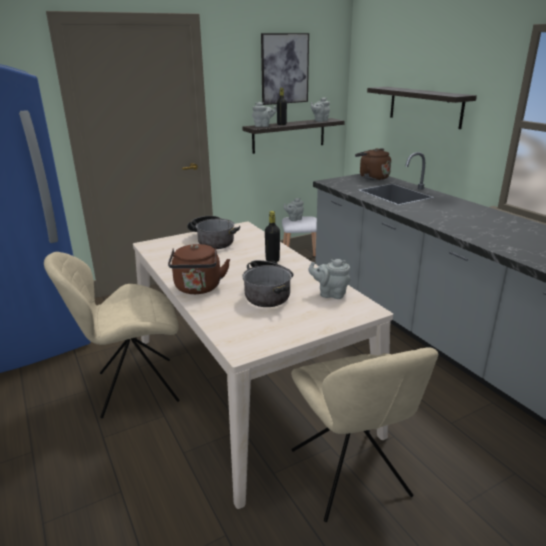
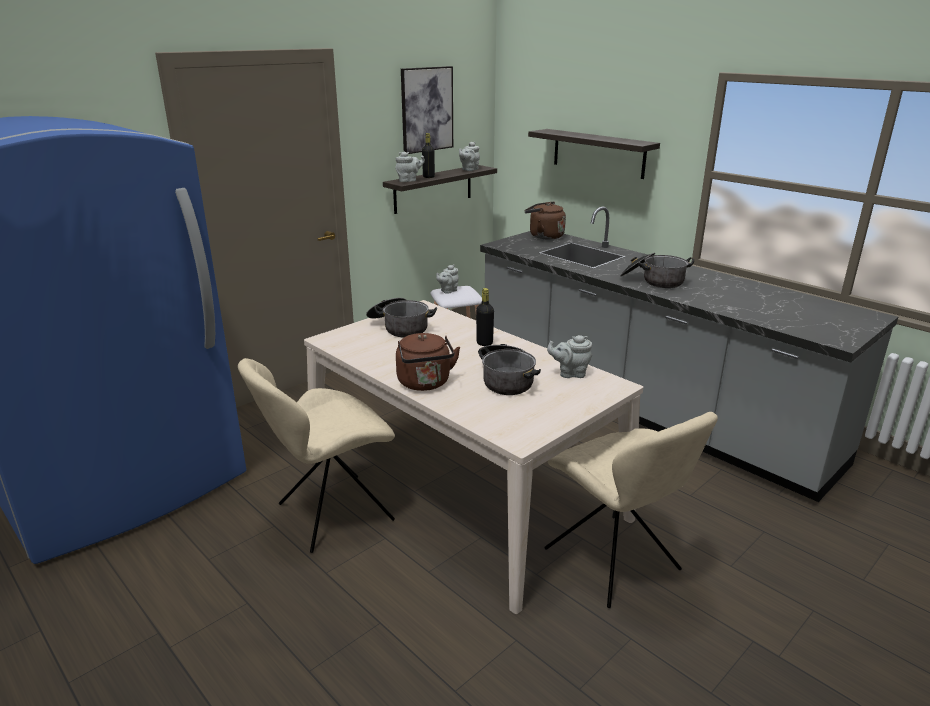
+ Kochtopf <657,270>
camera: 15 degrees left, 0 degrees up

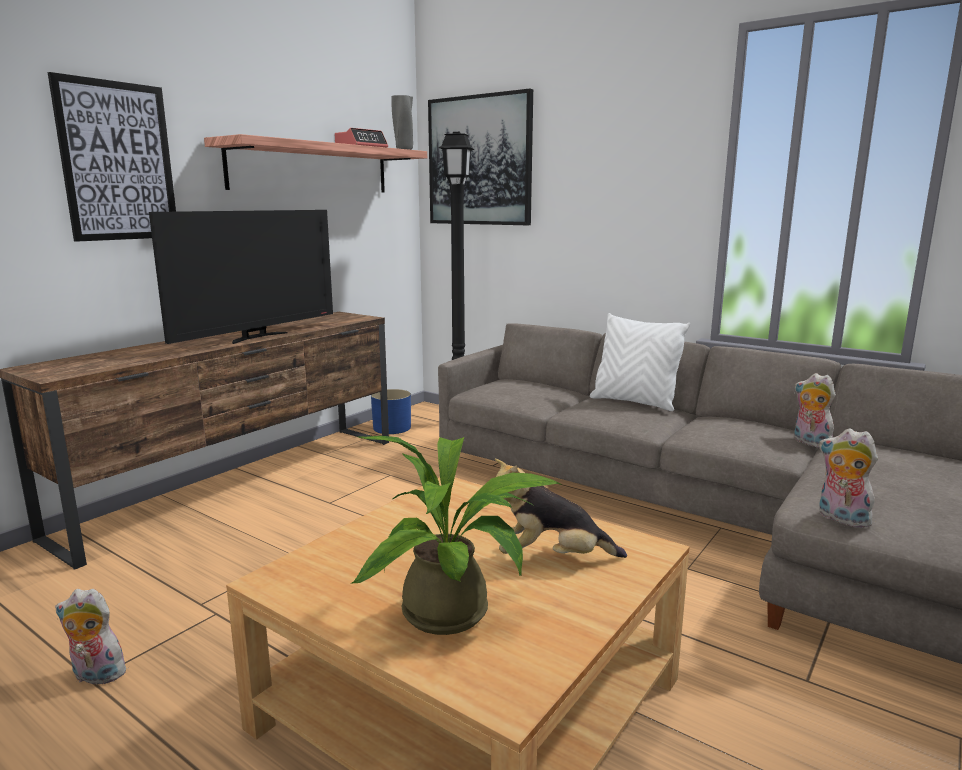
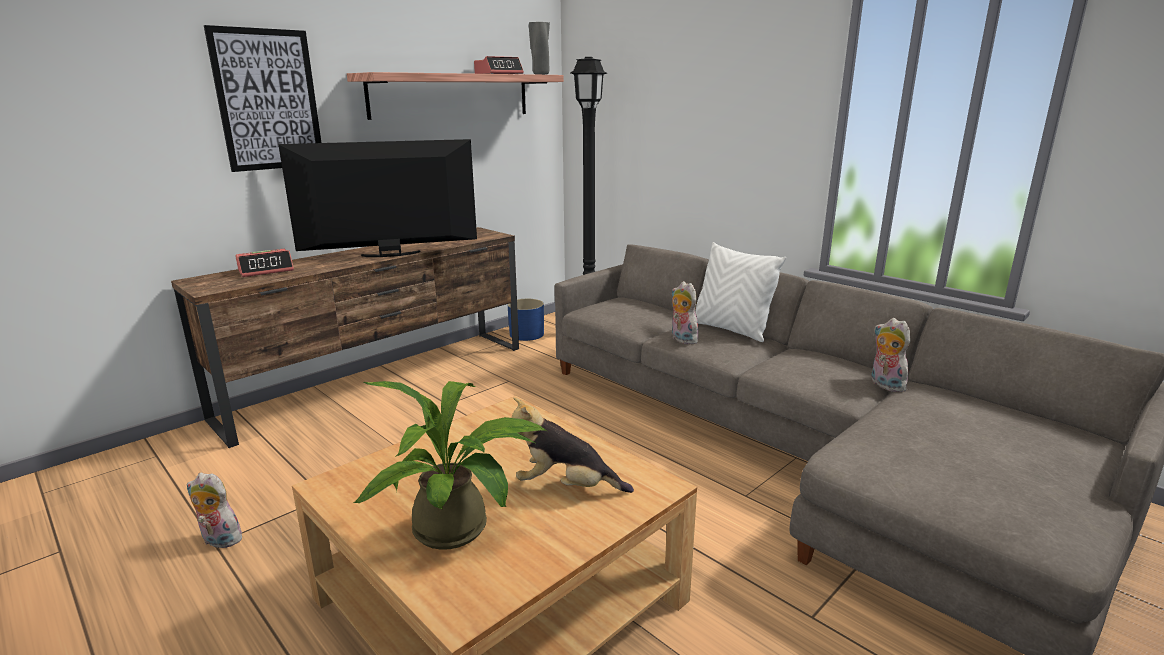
~ Fernseher <241,277> = <377,198> 150 degrees counterclockwise
- Bild <480,157>
~ Plüschtier <848,478> to <686,313>
+ Wecker <264,263>
camera: 10 degrees right, 5 degrees up

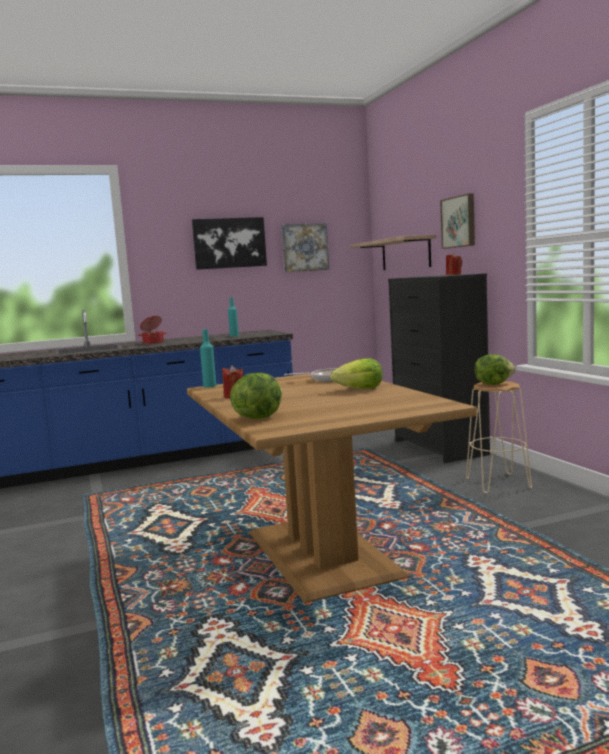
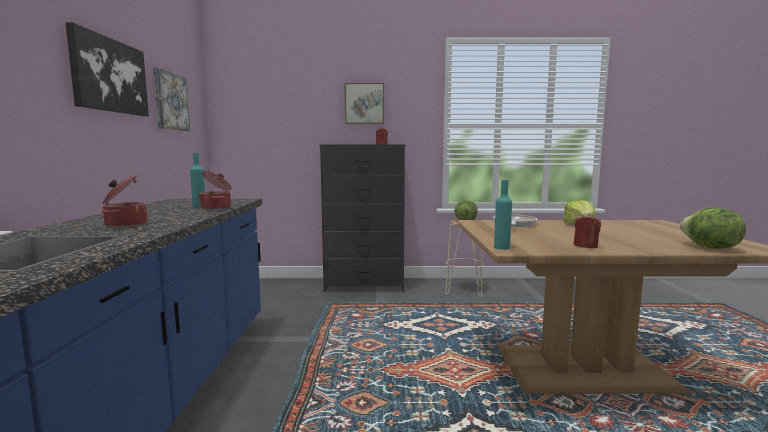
- Wandregal <393,252>
+ Kochtopf <214,190>
camera: 70 degrees left, 0 degrees up

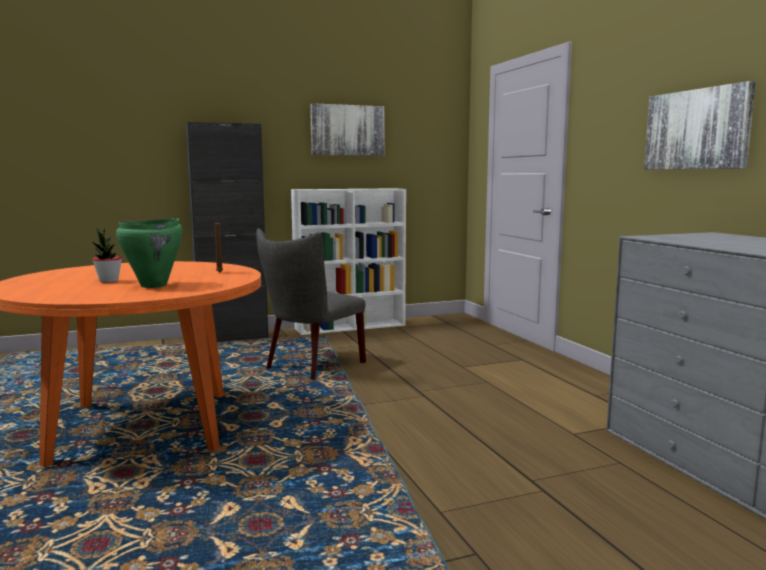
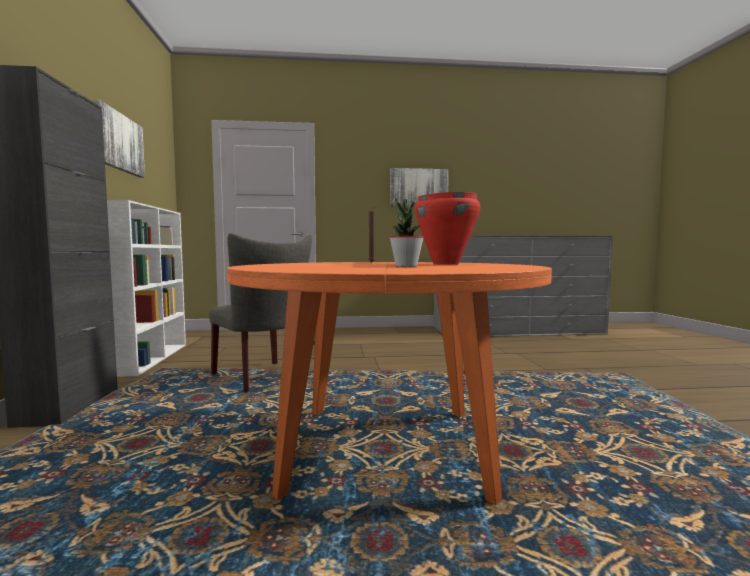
~ Kochtopf/grün <149,253> to Kochtopf/rot <447,228>
camera: 75 degrees left, 5 degrees down

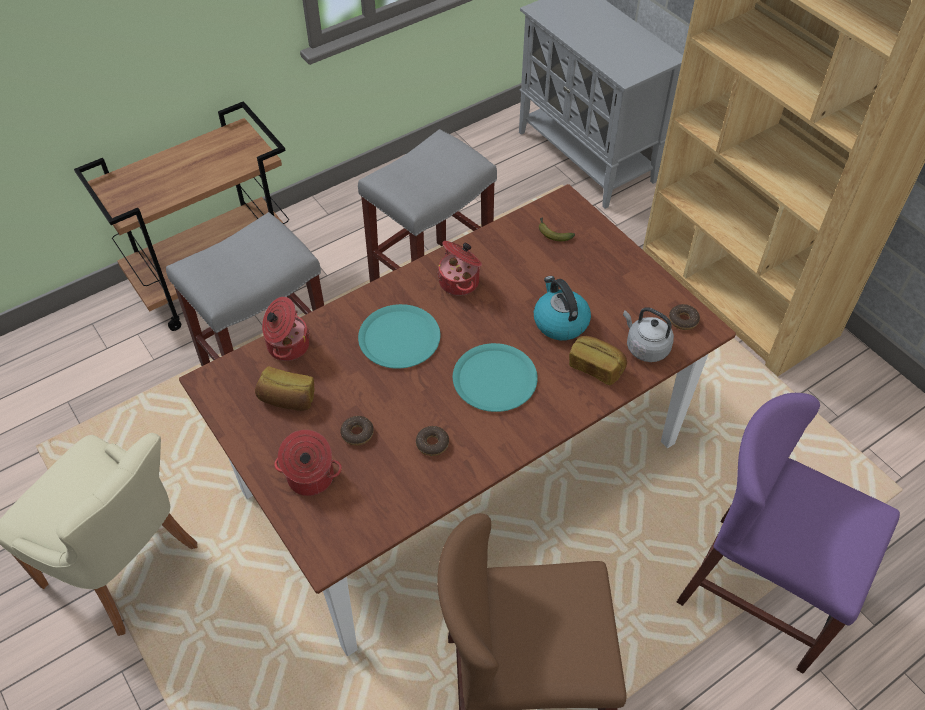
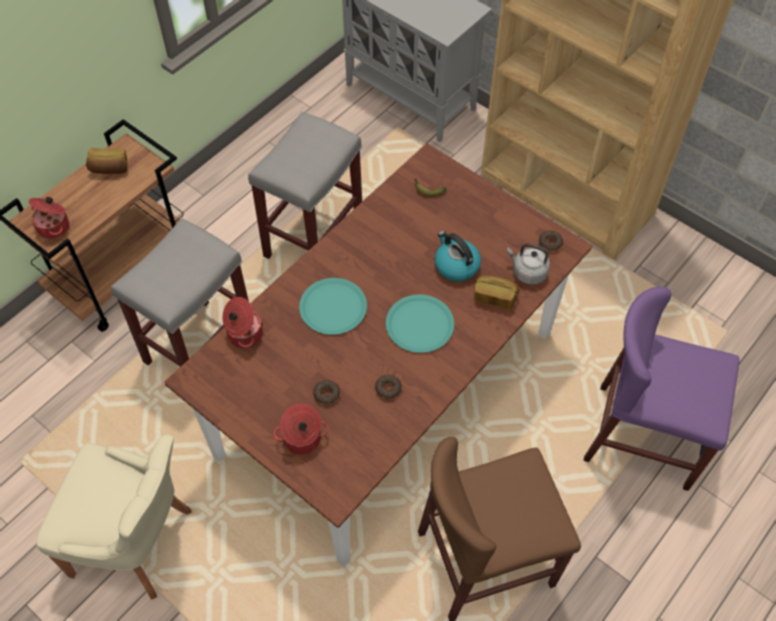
~ Brot <285,388> to <107,161>
~ Kochtopf <459,268> to <48,218>
camera: 15 degrees left, 5 degrees up

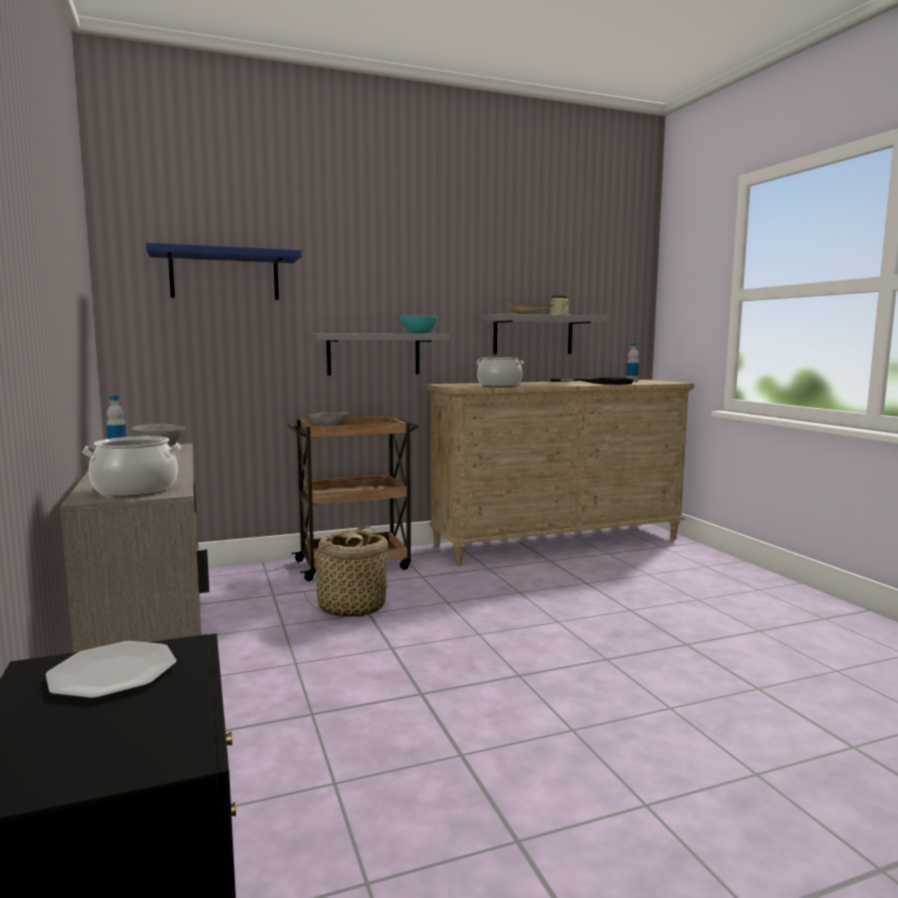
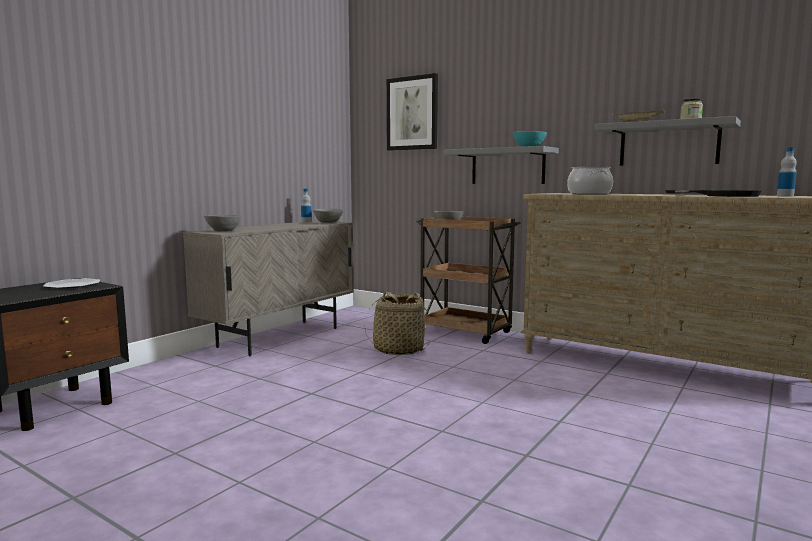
~ Kochtopf <131,466> to Schüssel/grau <222,223>
~ Wandregal/blau <224,271> to Bild <412,112>
camera: 55 degrees right, 0 degrees up

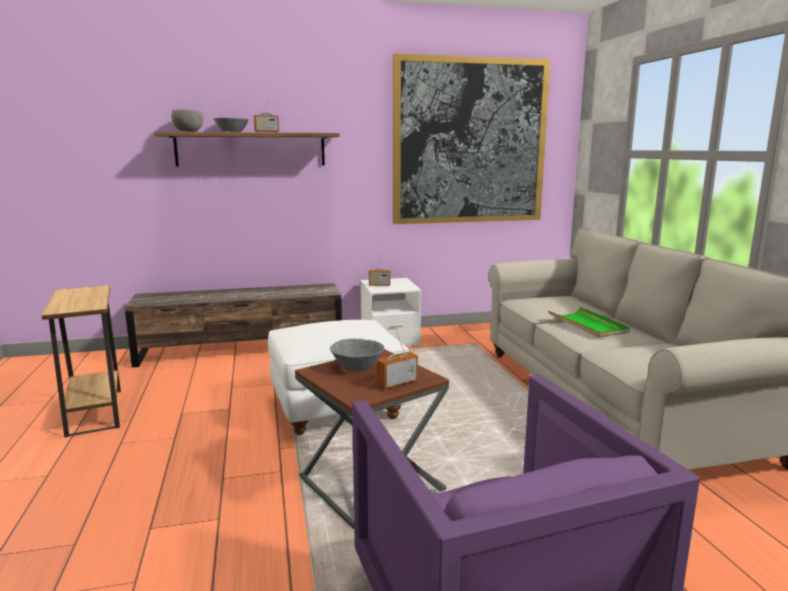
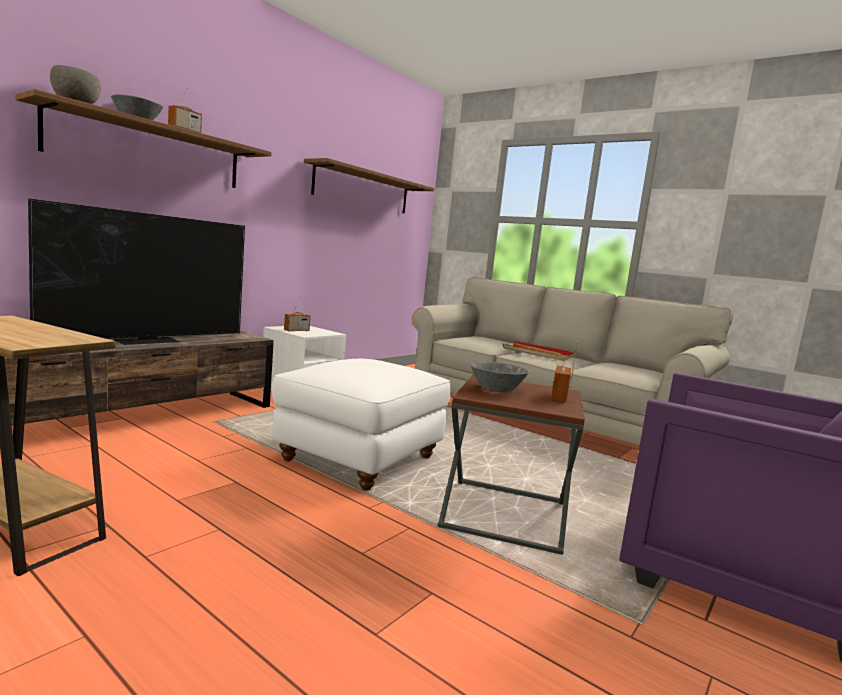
~ Bild <472,138> to Wandregal <369,185>
~ Tablett/grün <589,322> to Tablett/rot <538,351>
+ Fernseher <136,271>
camera: 40 degrees left, 5 degrees down

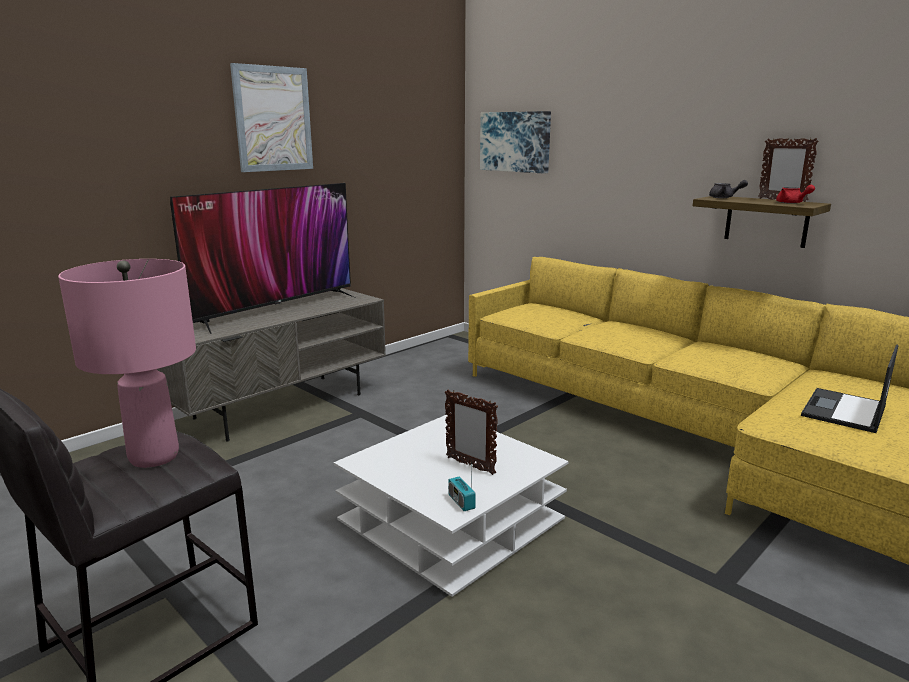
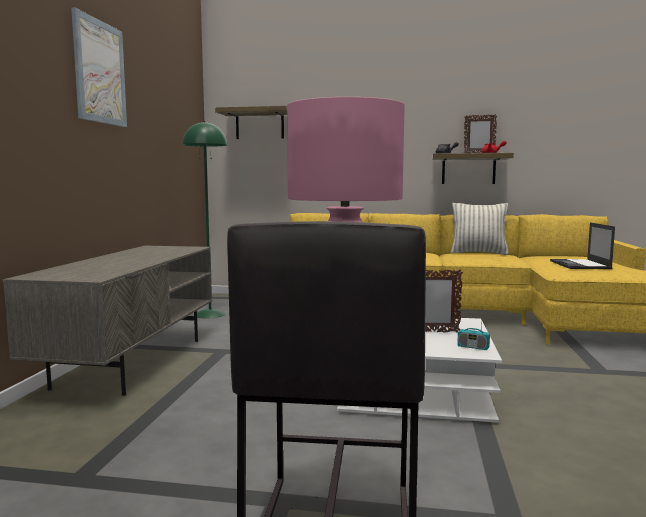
- Fernseher <263,258>
~ Bild <515,142> to Wandregal <251,122>
+ Stehlampe/grün <205,219>
+ Kissen <480,229>
camera: 35 degrees left, 10 degrees down

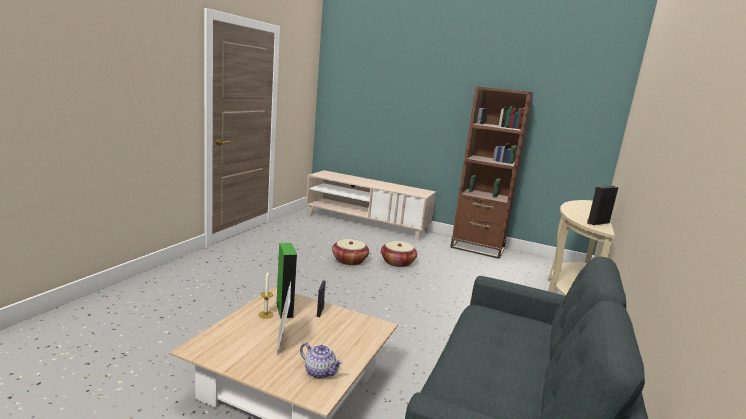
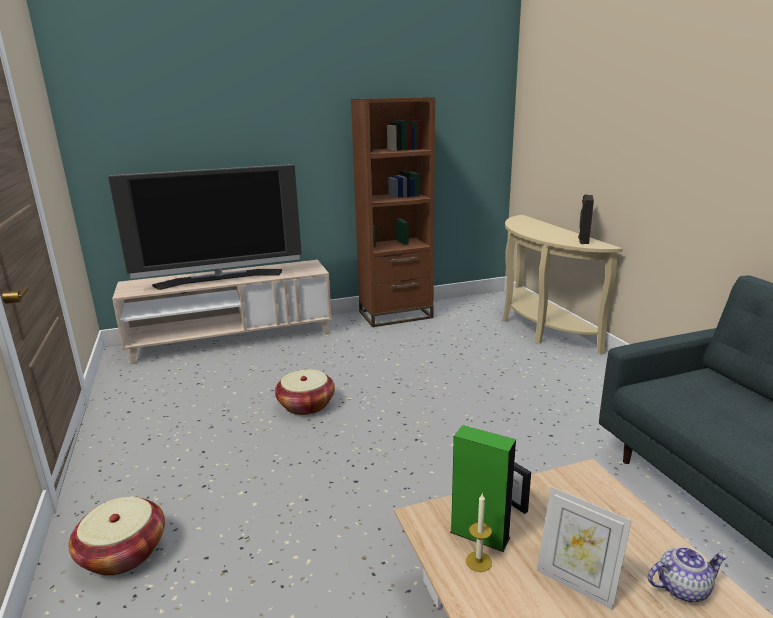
~ Korb <399,254> to <116,536>
+ Fernseher <205,227>
camera: 40 degrees left, 5 degrees up

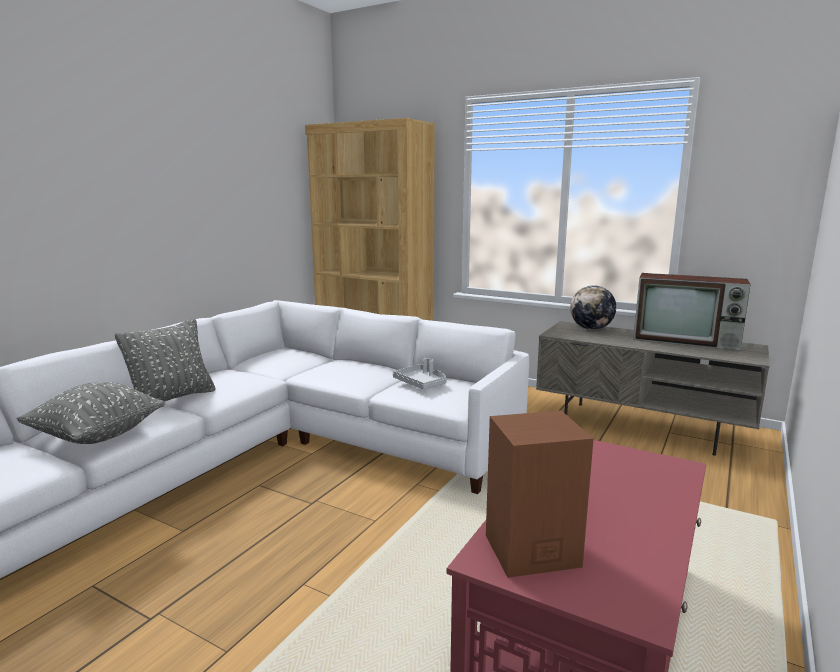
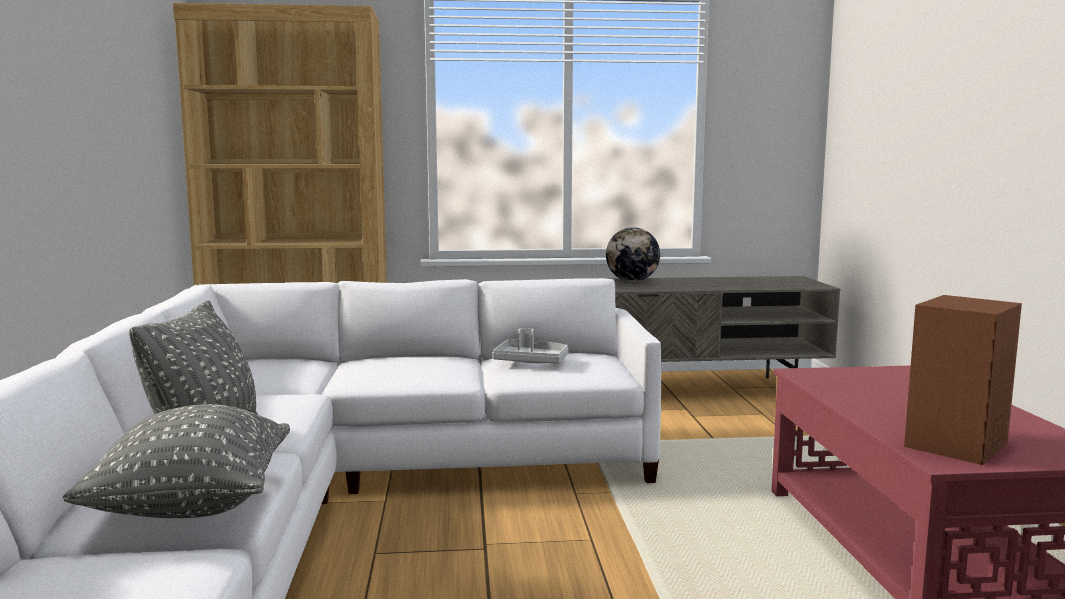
- Fernseher <692,312>
camera: 35 degrees left, 5 degrees down

